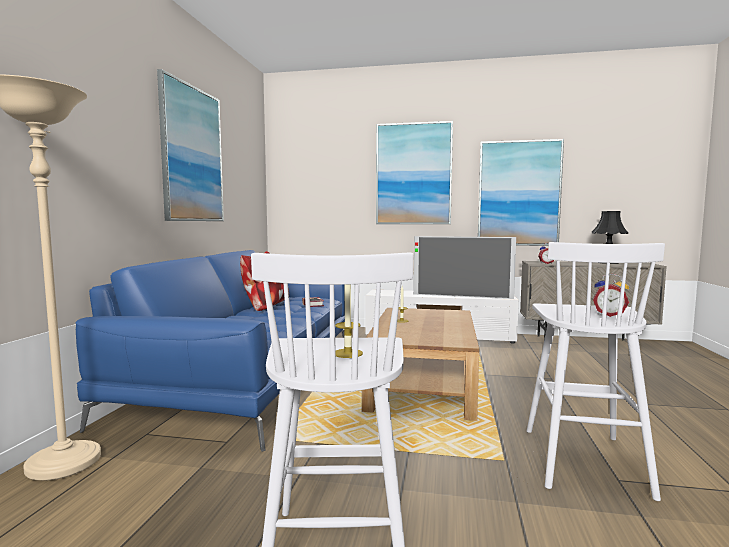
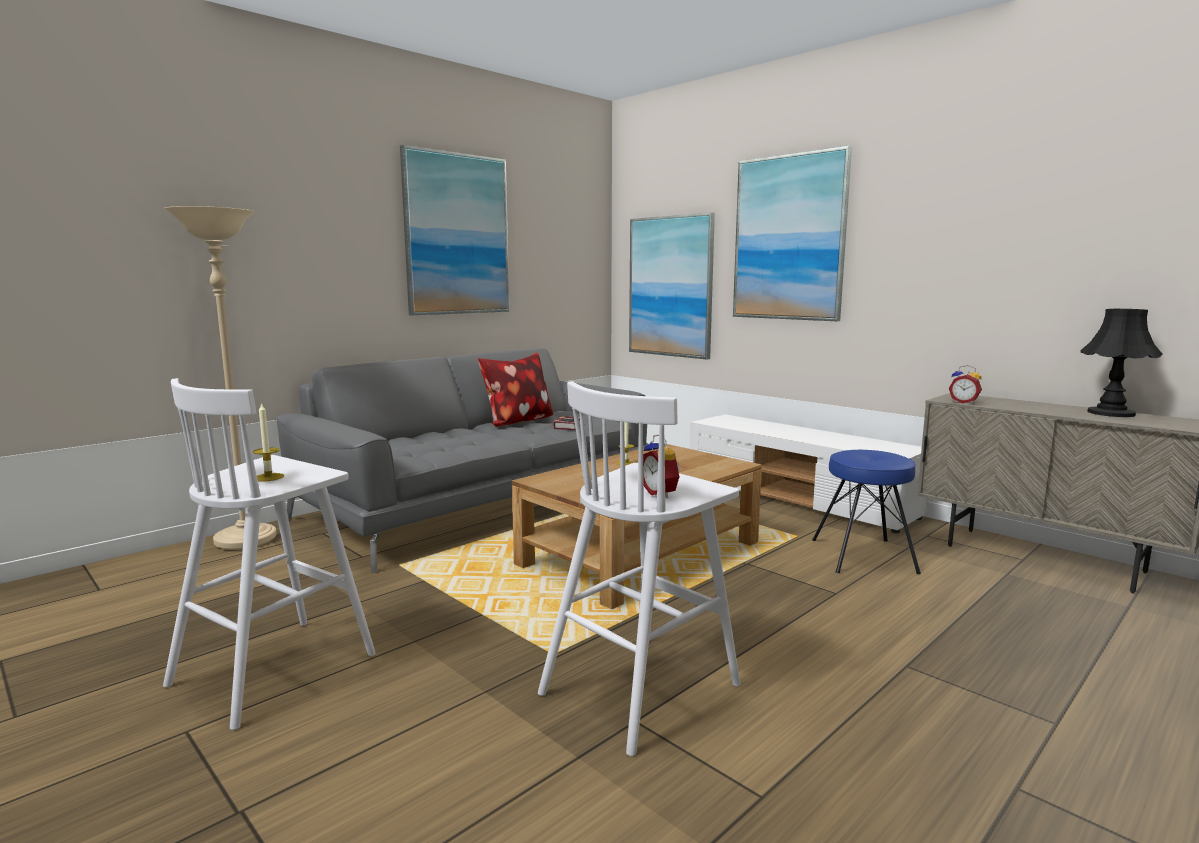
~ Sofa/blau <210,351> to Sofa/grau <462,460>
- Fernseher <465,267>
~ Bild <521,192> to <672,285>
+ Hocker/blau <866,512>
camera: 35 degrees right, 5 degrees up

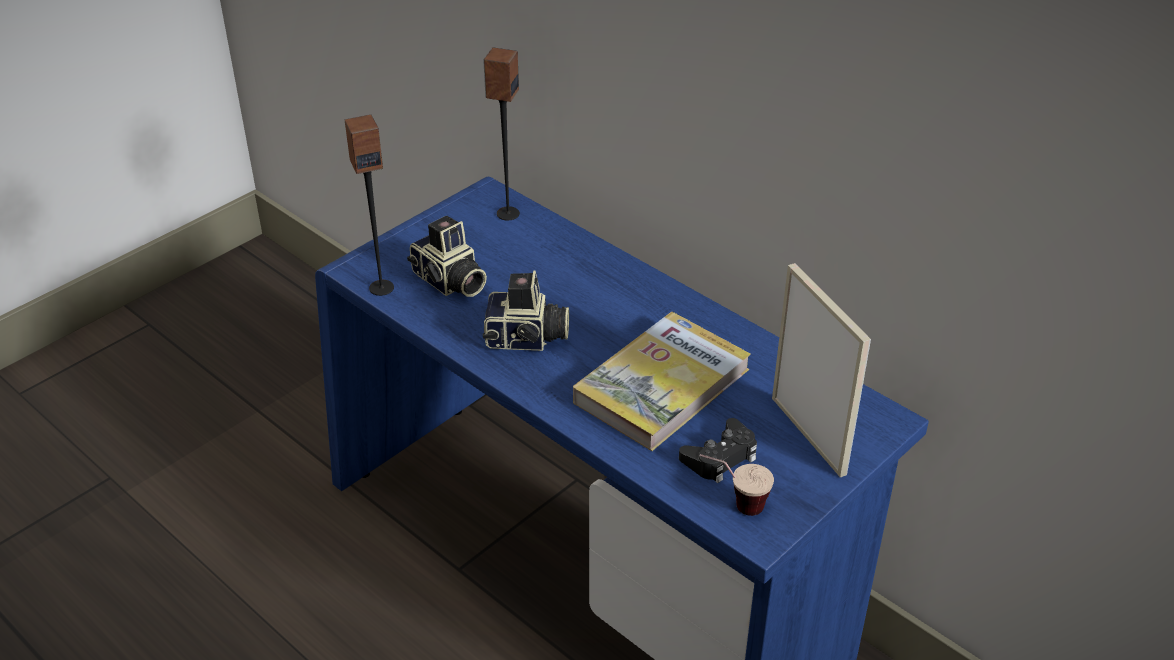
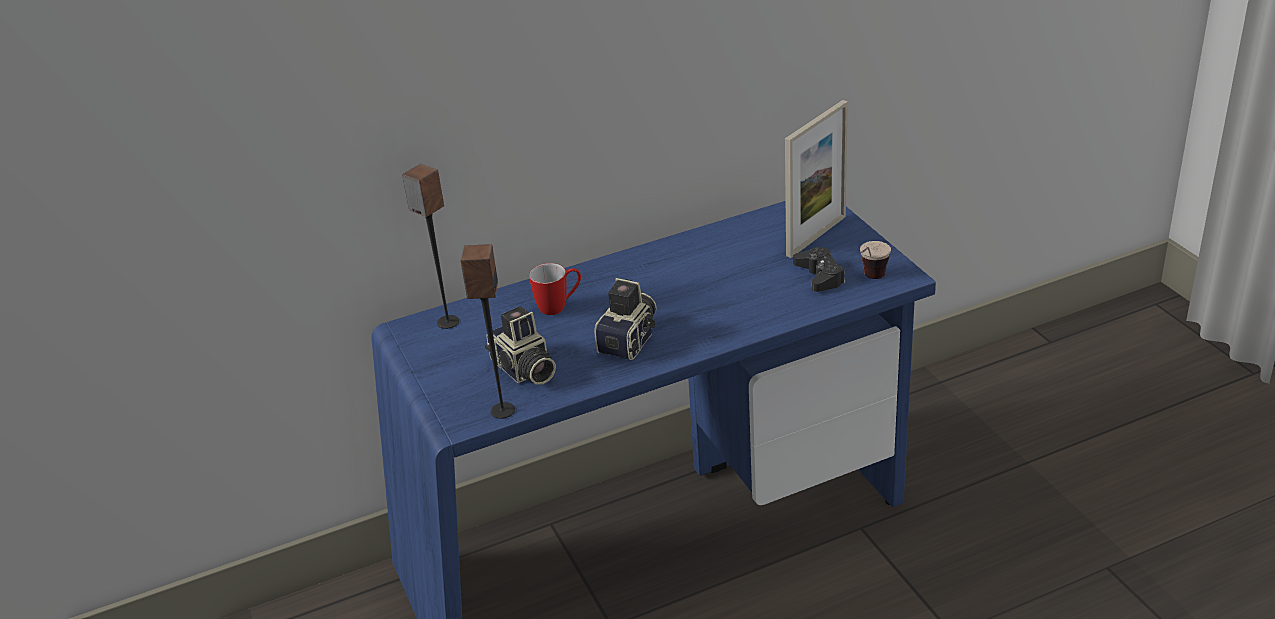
~ Kamera <447,256> = <520,345> 75 degrees clockwise
- Buch <662,381>
~ Bilderrahmen <821,370> = <816,179> 135 degrees clockwise
+ Henkelbecher <555,289>
camera: 65 degrees left, 5 degrees down

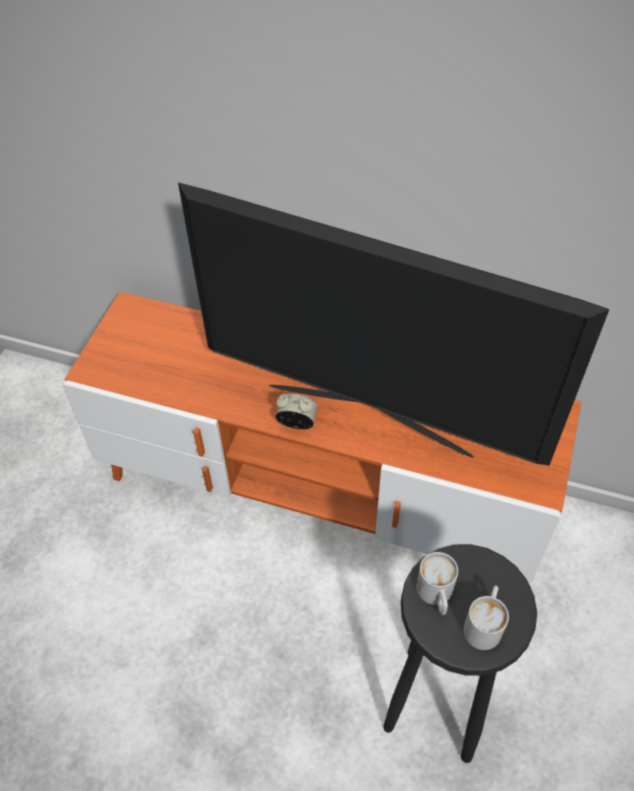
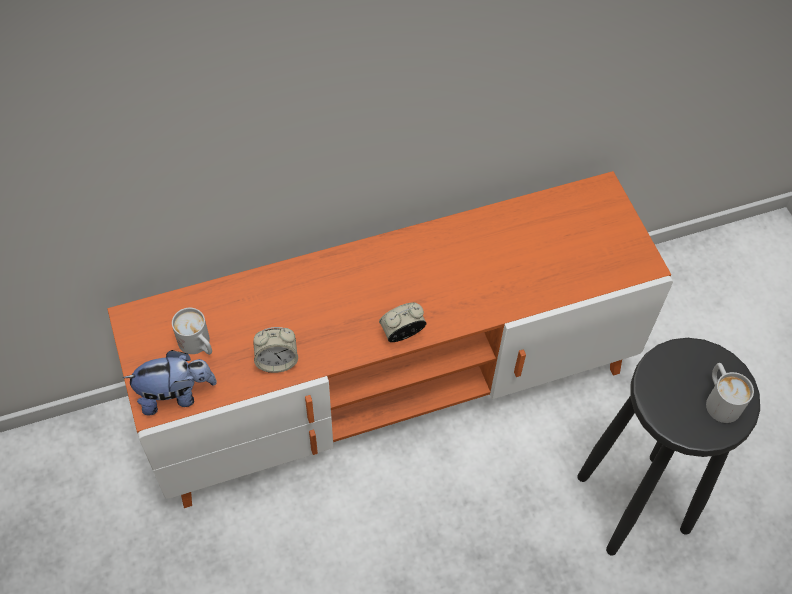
- Fernseher <393,324>
~ Henkelbecher/weiß <437,583> to <192,331>
+ Plüschtier <170,382>
+ Wecker <275,350>
camera: 40 degrees left, 5 degrees up

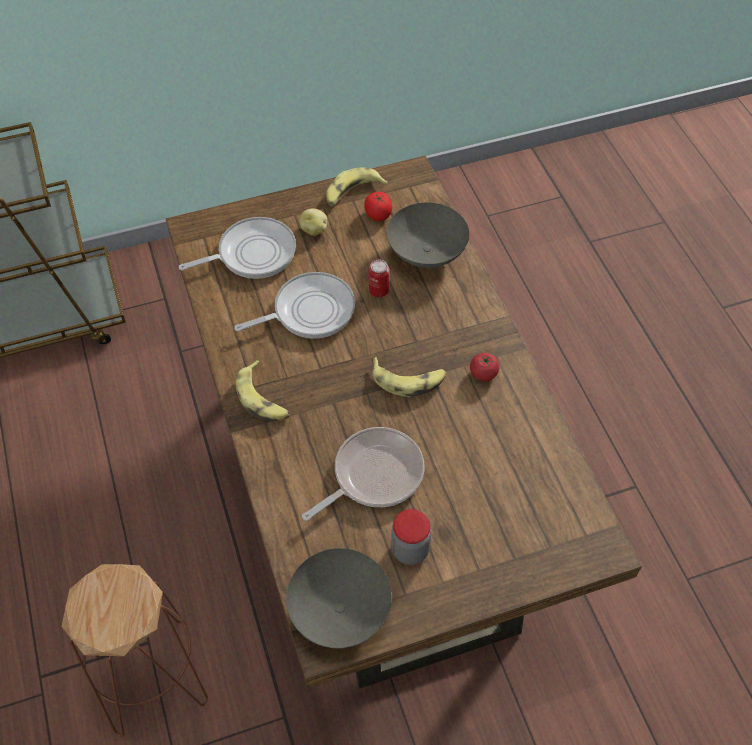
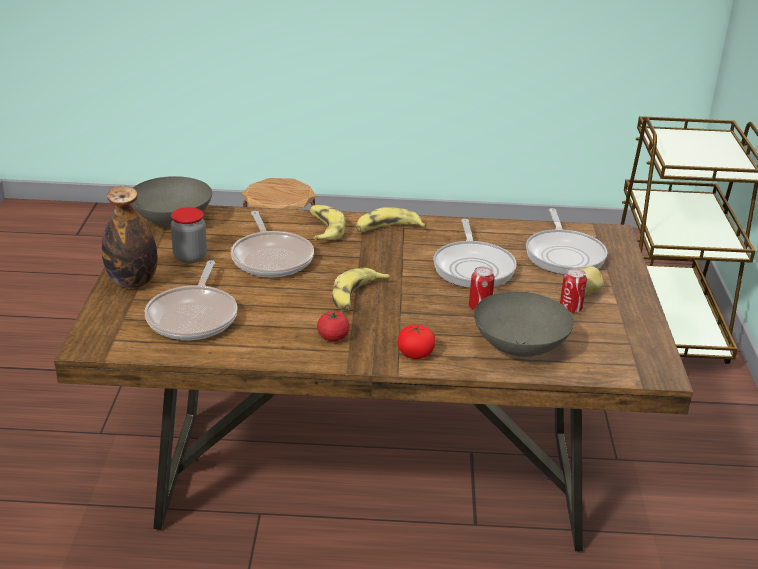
~ Banane <357,187> to <327,223>
~ Tomate <378,206> to <416,341>
+ Flasche <129,237>
+ Pfanne <191,300>
+ Dose <573,290>
camera: 110 degrees right, 25 degrees down

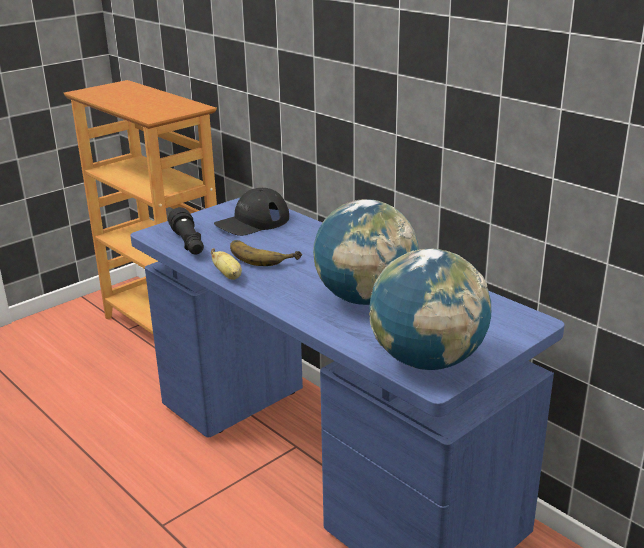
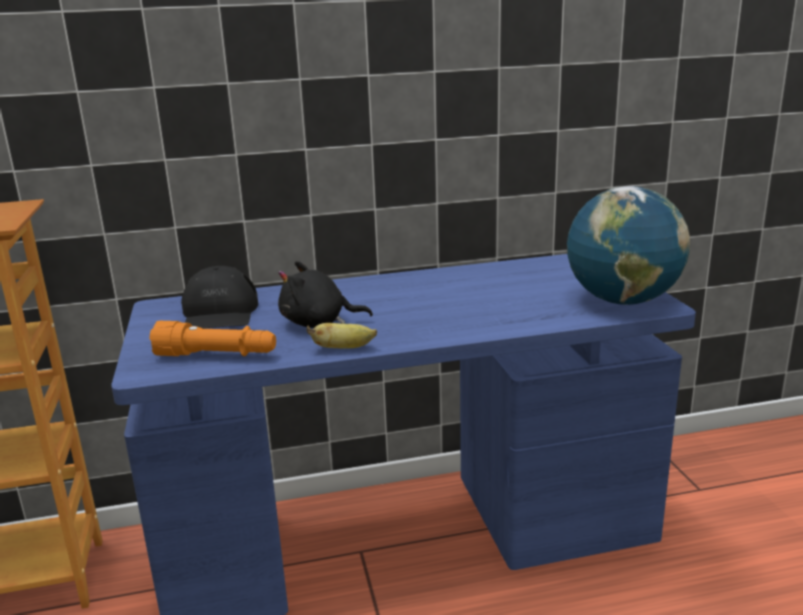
~ Taschenlampe/schwarz <186,230> to Taschenlampe/orange <213,338>
~ Banane <266,253> to Plüschtier/schwarz <325,294>
- Globus <366,252>
camera: 60 degrees left, 5 degrees down

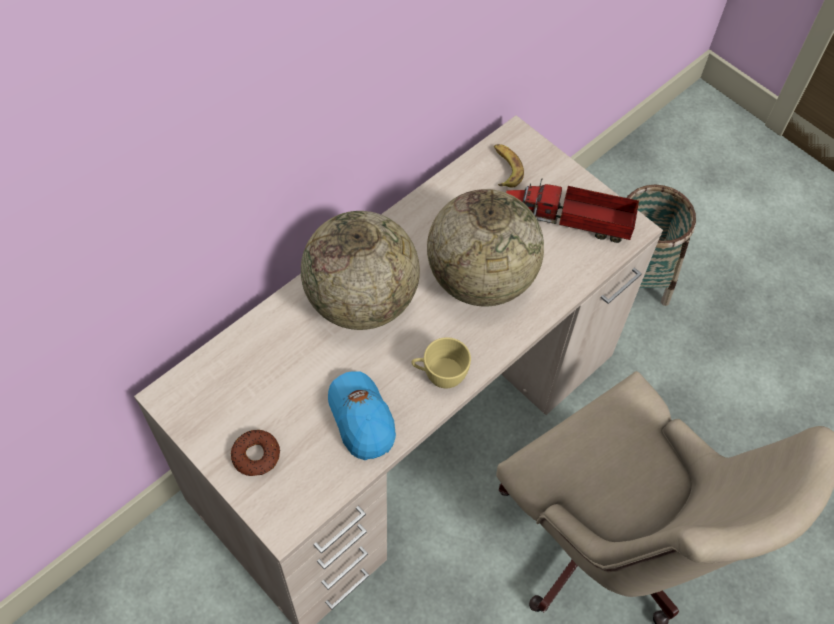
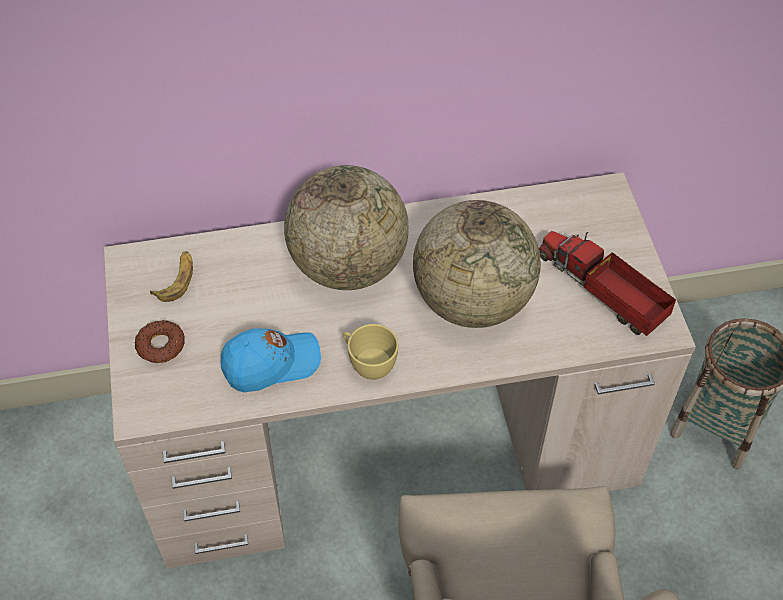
~ Kappe/blau <362,415> = <271,360> 60 degrees clockwise
~ Banane <509,166> to <171,276>
camera: 35 degrees right, 5 degrees down

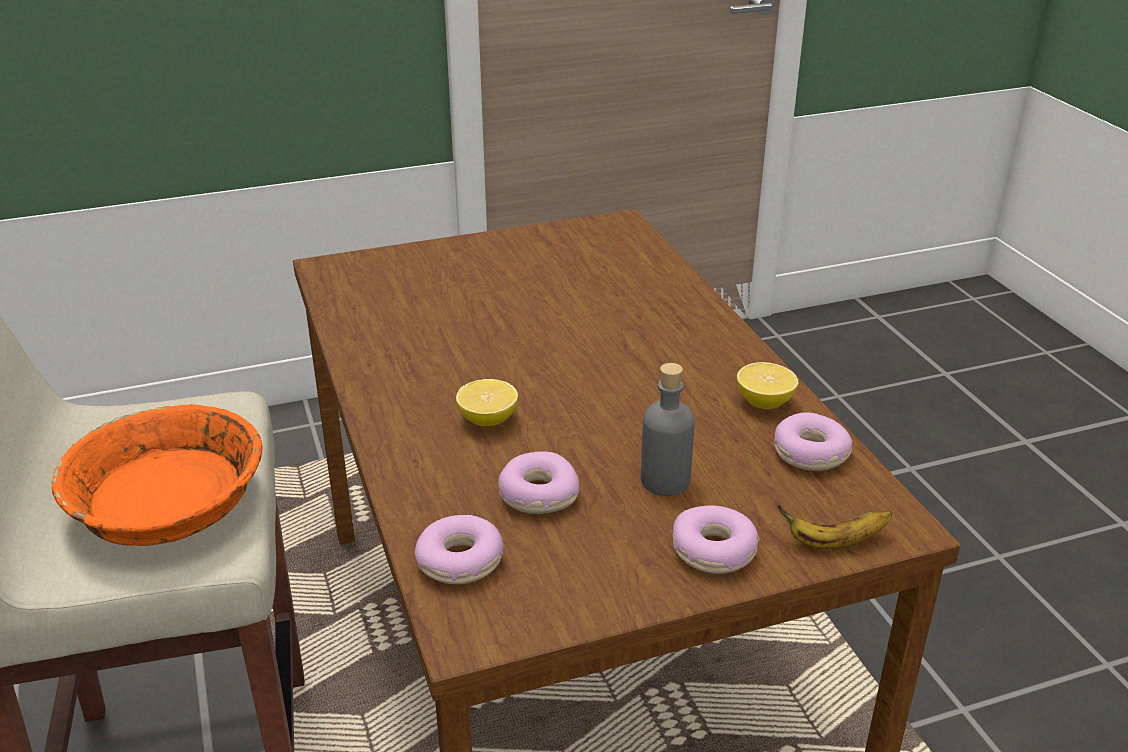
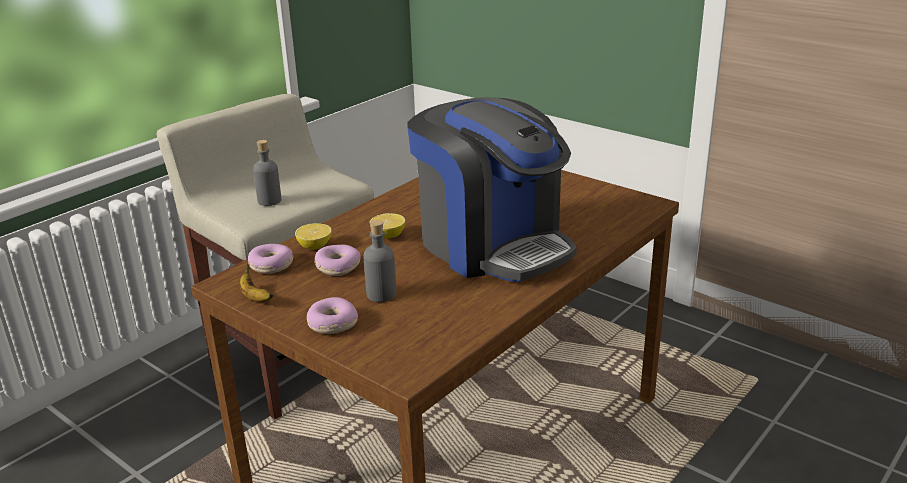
~ Schüssel/orange <156,475> to Flasche/grau <267,173>
~ Zitrone <767,385> to <313,236>
- Donut <813,441>
~ Banane <834,527> to <256,283>
+ Kaffeemaschine <492,189>
camera: 60 degrees right, 5 degrees down

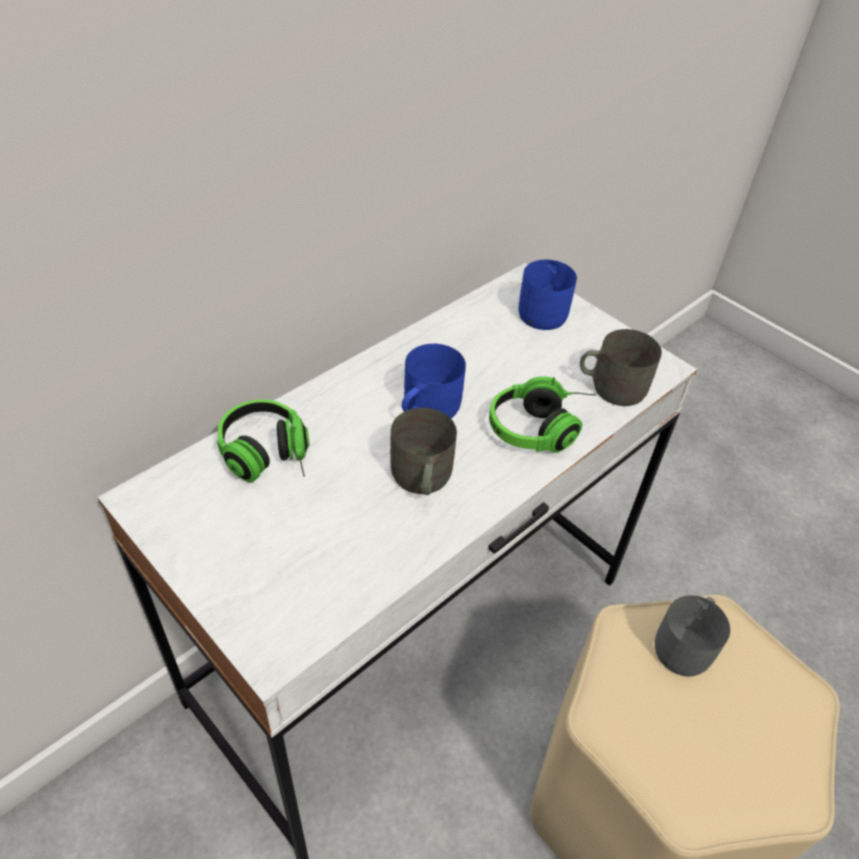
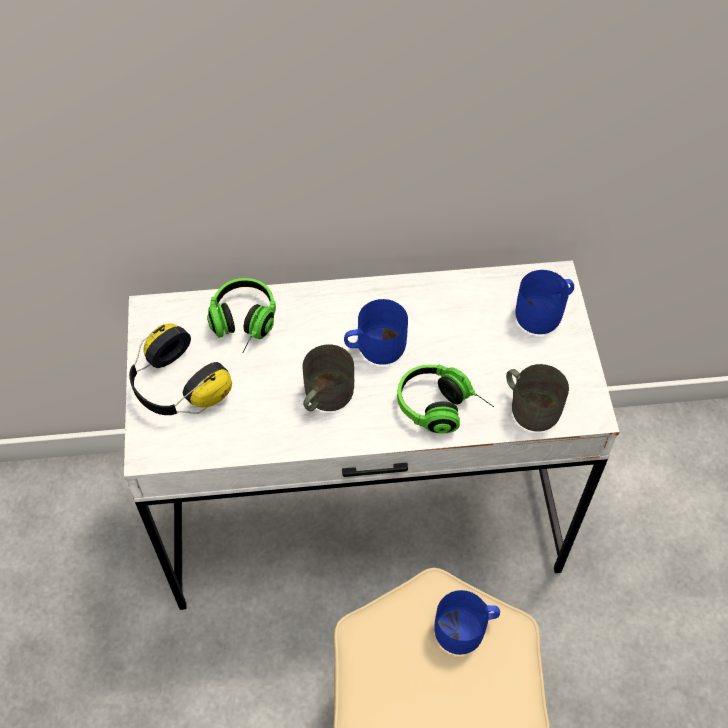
~ Henkelbecher/grau <692,636> to Henkelbecher/blau <467,622>
+ Kopfhörer <180,369>
camera: 40 degrees right, 10 degrees up

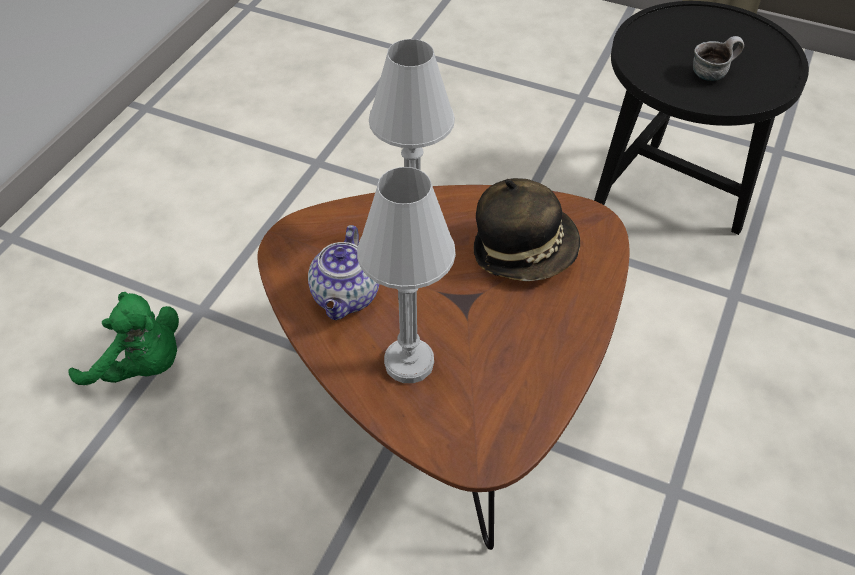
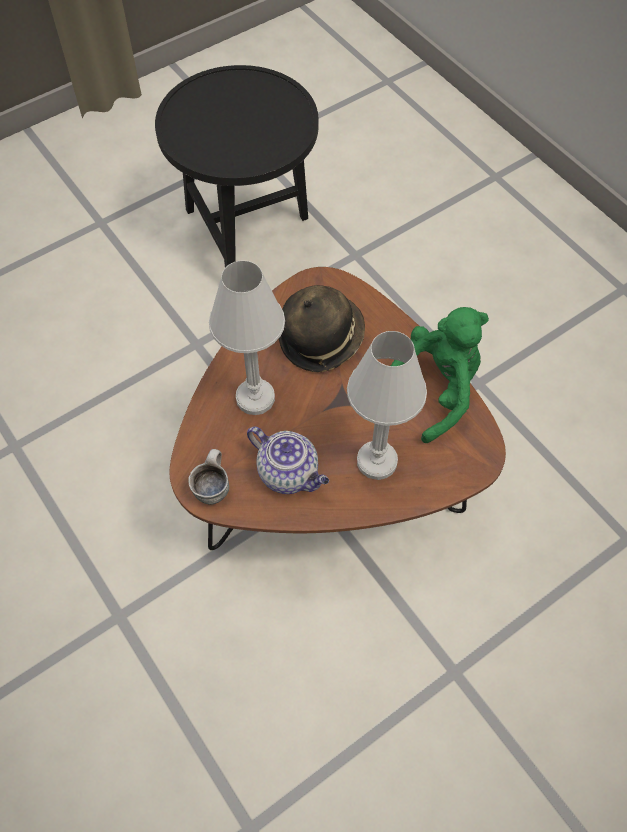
~ Plüschtier/grün <123,338> to <440,375>
~ Henkelbecher <718,58> to <208,477>
camera: 60 degrees left, 10 degrees up

